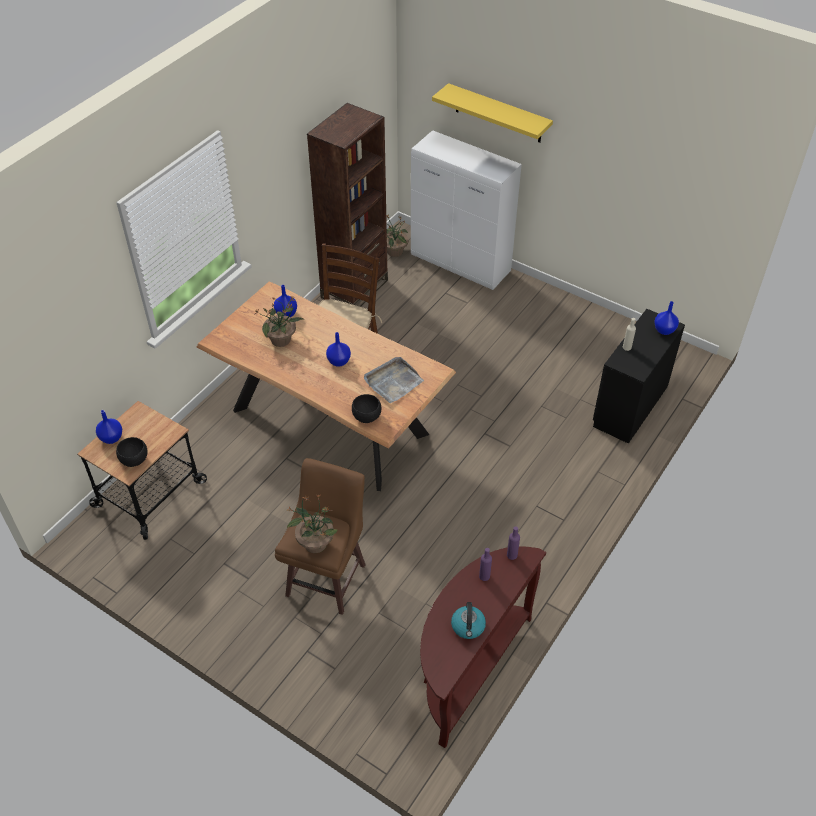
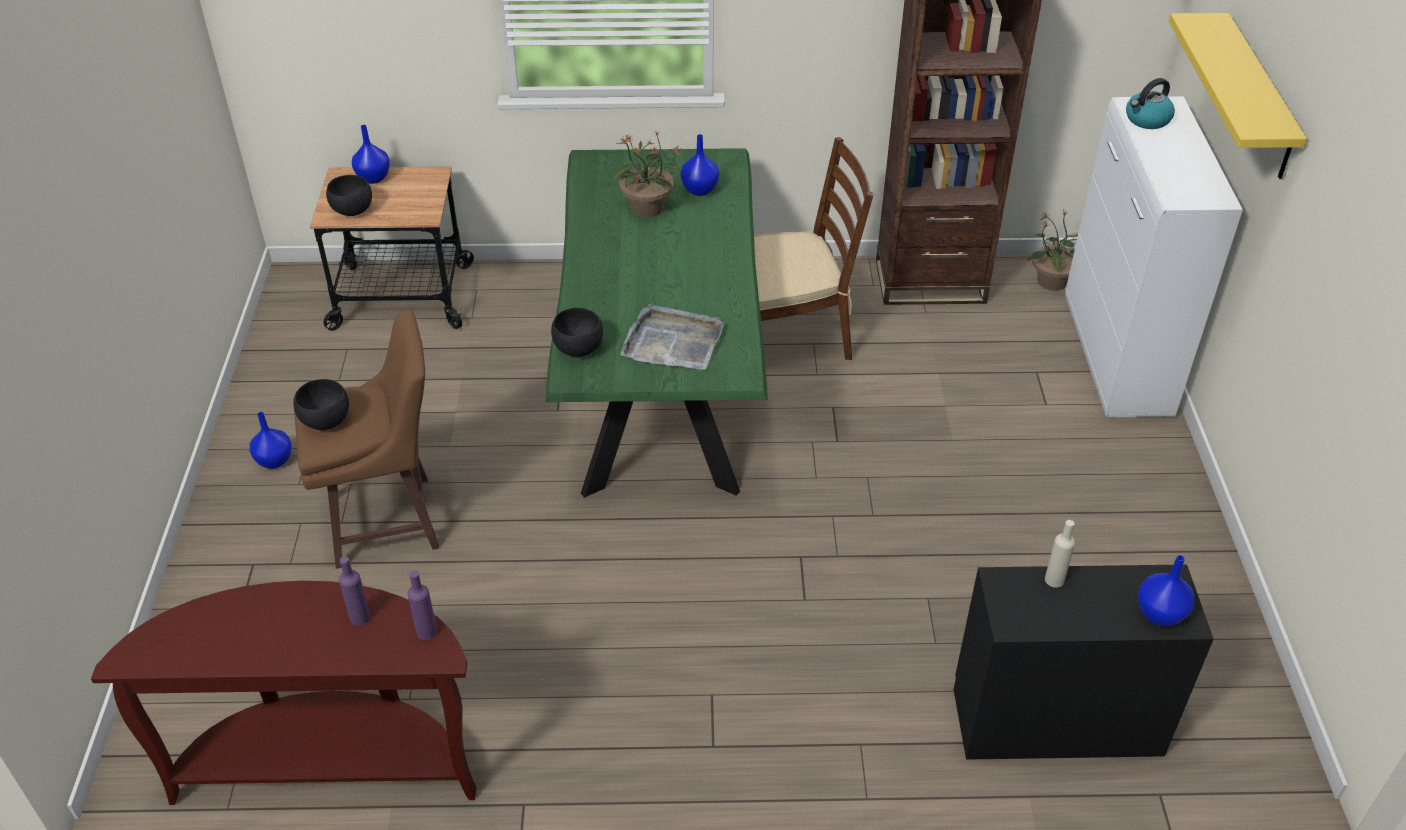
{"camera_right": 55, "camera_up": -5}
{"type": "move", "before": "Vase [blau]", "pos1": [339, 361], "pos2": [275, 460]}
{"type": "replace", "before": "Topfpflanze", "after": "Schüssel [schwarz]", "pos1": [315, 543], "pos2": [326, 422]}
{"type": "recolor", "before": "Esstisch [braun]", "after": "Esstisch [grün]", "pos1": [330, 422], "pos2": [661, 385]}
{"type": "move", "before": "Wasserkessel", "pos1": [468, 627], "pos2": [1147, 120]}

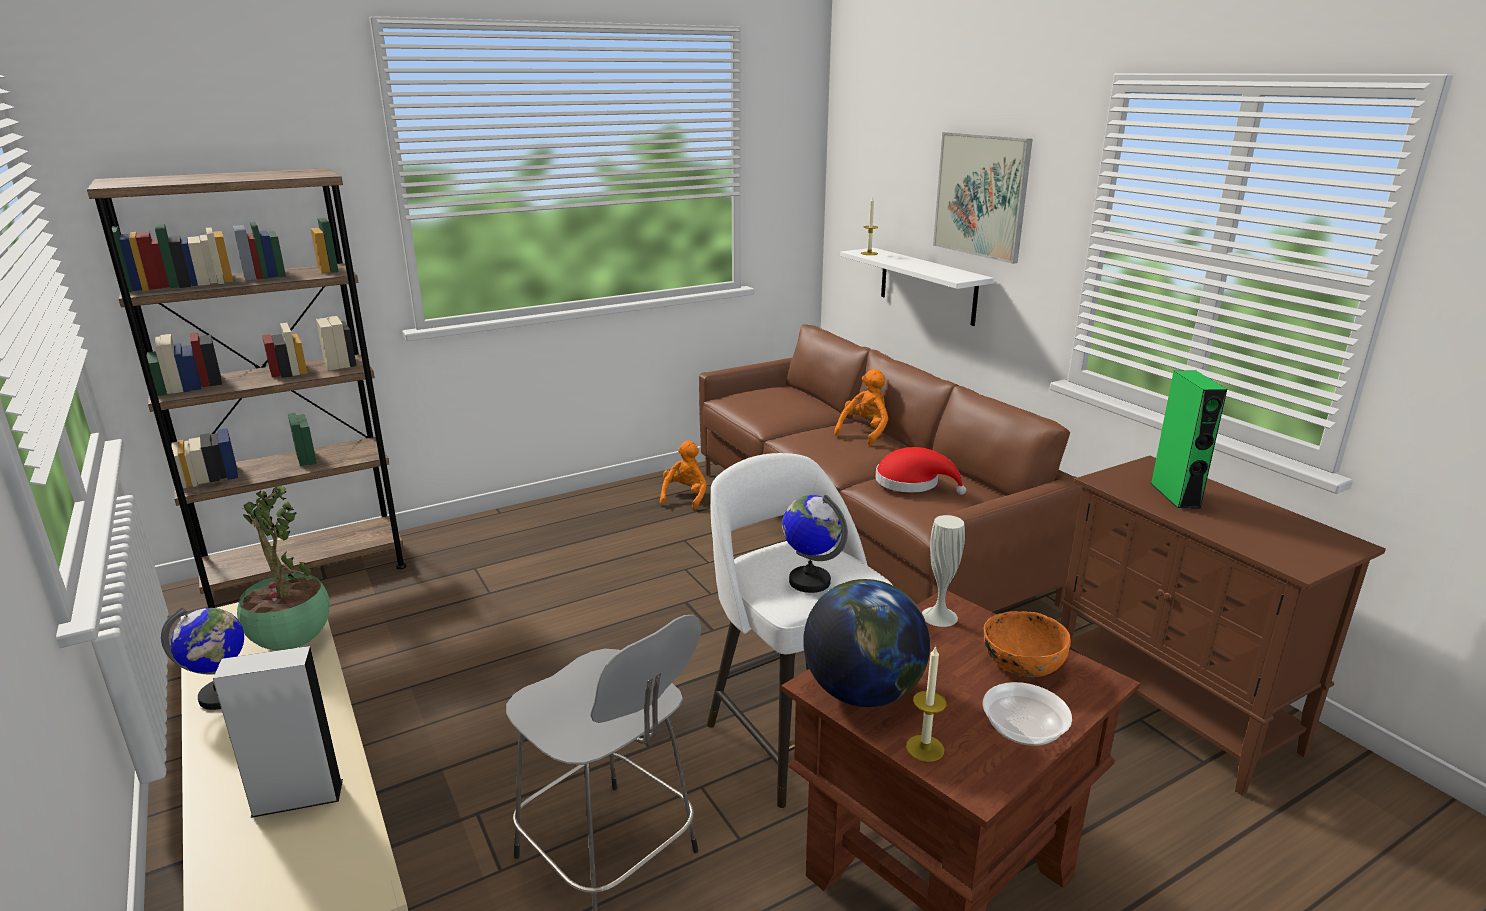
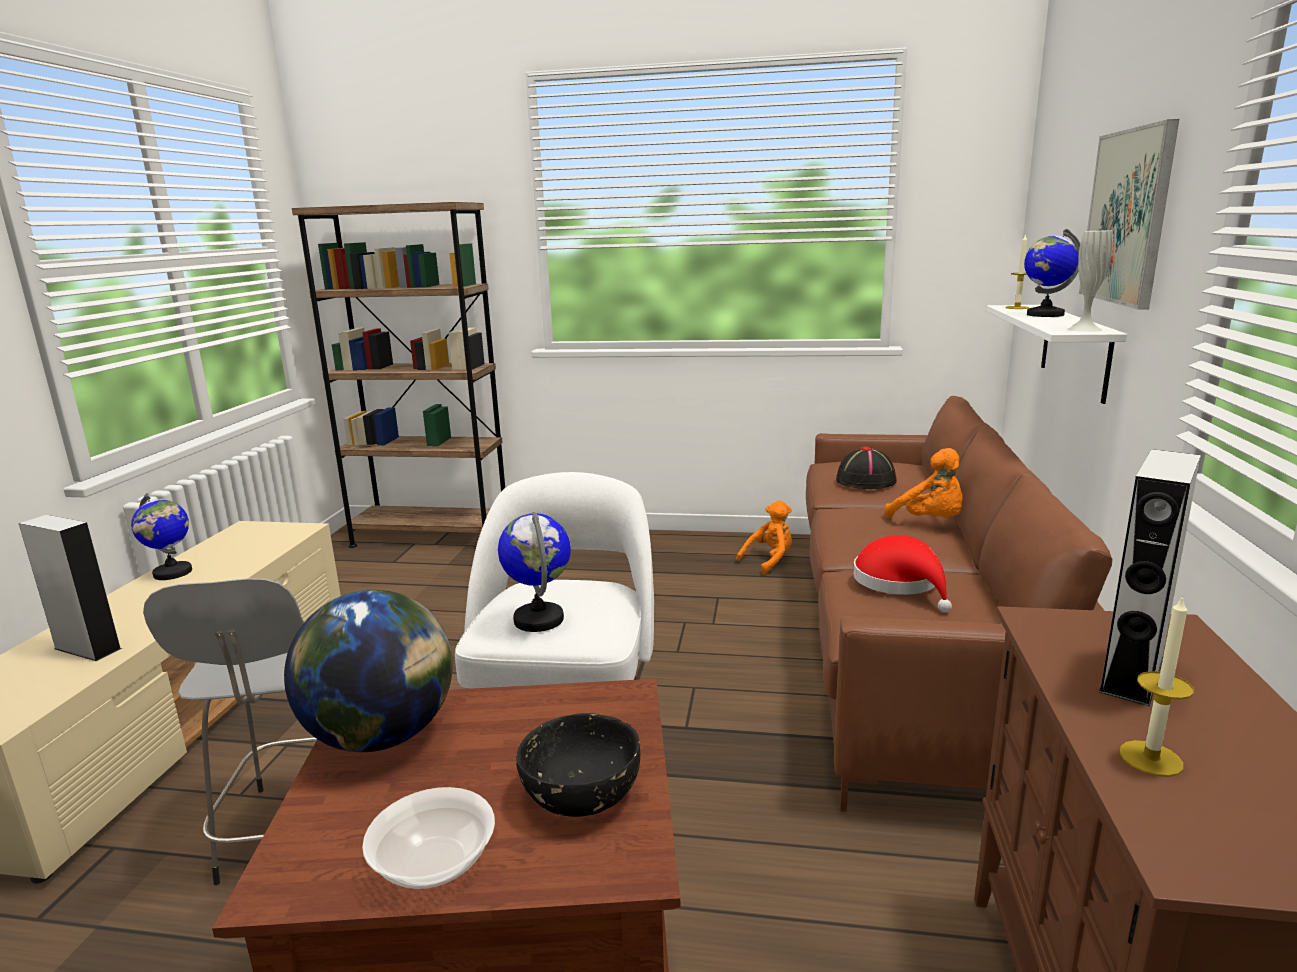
{"camera_right": 40, "camera_up": -5}
{"type": "recolor", "before": "Schüssel [orange]", "after": "Schüssel [schwarz]", "pos1": [1021, 663], "pos2": [581, 791]}
{"type": "insert", "after": "Hut [schwarz]", "pos2": [866, 481]}
{"type": "rotate", "before": "Plüschtier [orange]", "pos1": [865, 432], "pos2": [931, 522], "turn": 75}
{"type": "insert", "after": "Globus", "pos2": [1044, 314]}
{"type": "move", "before": "Vase [weiß]", "pos1": [939, 616], "pos2": [1084, 329]}
{"type": "recolor", "before": "Lautsprecher [grün]", "after": "Lautsprecher [grau]", "pos1": [1175, 495], "pos2": [1132, 674]}
{"type": "move", "before": "Kerze", "pos1": [925, 748], "pos2": [1150, 758]}
{"type": "delete", "before": "Topfpflanze", "pos1": [291, 642]}

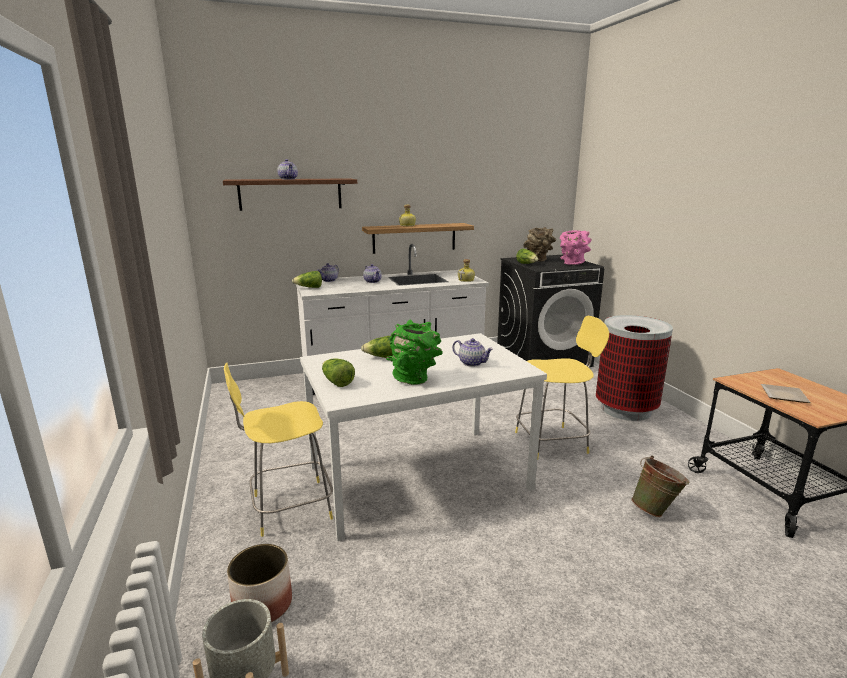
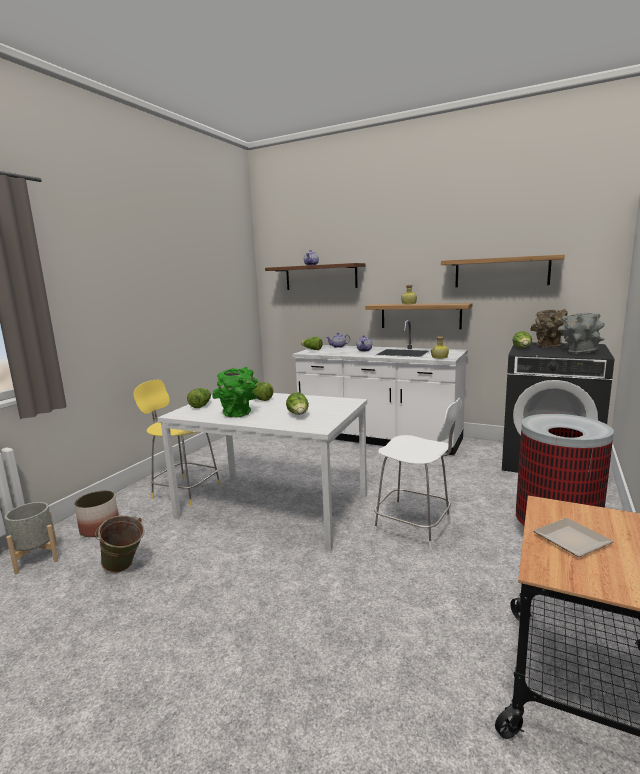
{"camera_right": 45, "camera_up": -5}
{"type": "move", "before": "Eimer [grün]", "pos1": [656, 510], "pos2": [124, 569]}
{"type": "replace", "before": "Teekanne", "after": "Salatkopf", "pos1": [472, 363], "pos2": [298, 415]}
{"type": "recolor", "before": "Hocker [gelb]", "after": "Hocker [weiß]", "pos1": [553, 442], "pos2": [415, 527]}
{"type": "insert", "after": "Wandregal", "pos2": [501, 272]}
{"type": "recolor", "before": "Vase [rosa]", "after": "Vase [grau]", "pos1": [572, 264], "pos2": [579, 353]}

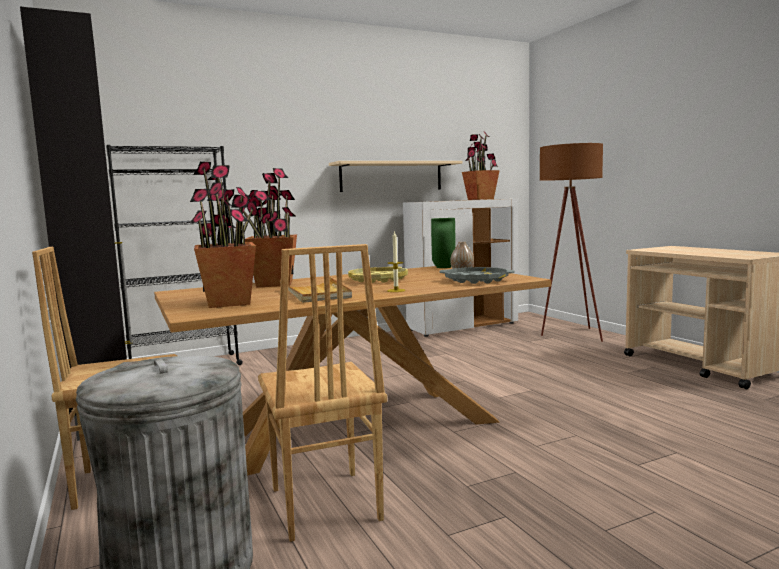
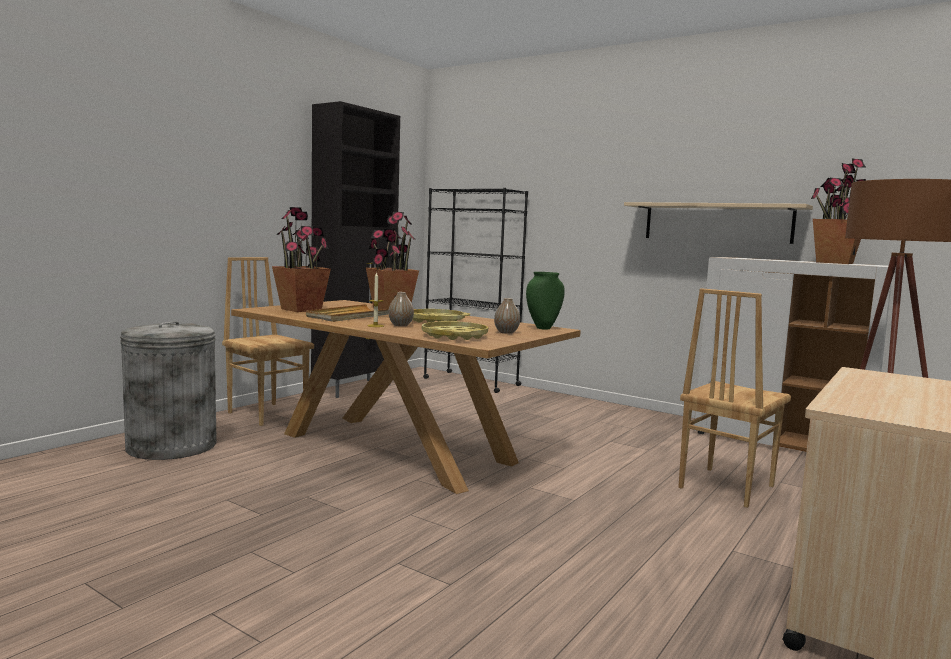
{"camera_right": 60, "camera_up": 0}
{"type": "insert", "after": "Vase", "pos2": [400, 325]}
{"type": "recolor", "before": "Tablett [grau]", "after": "Tablett [gelb]", "pos1": [476, 280], "pos2": [454, 336]}
{"type": "move", "before": "Stuhl [braun]", "pos1": [323, 505], "pos2": [724, 486]}

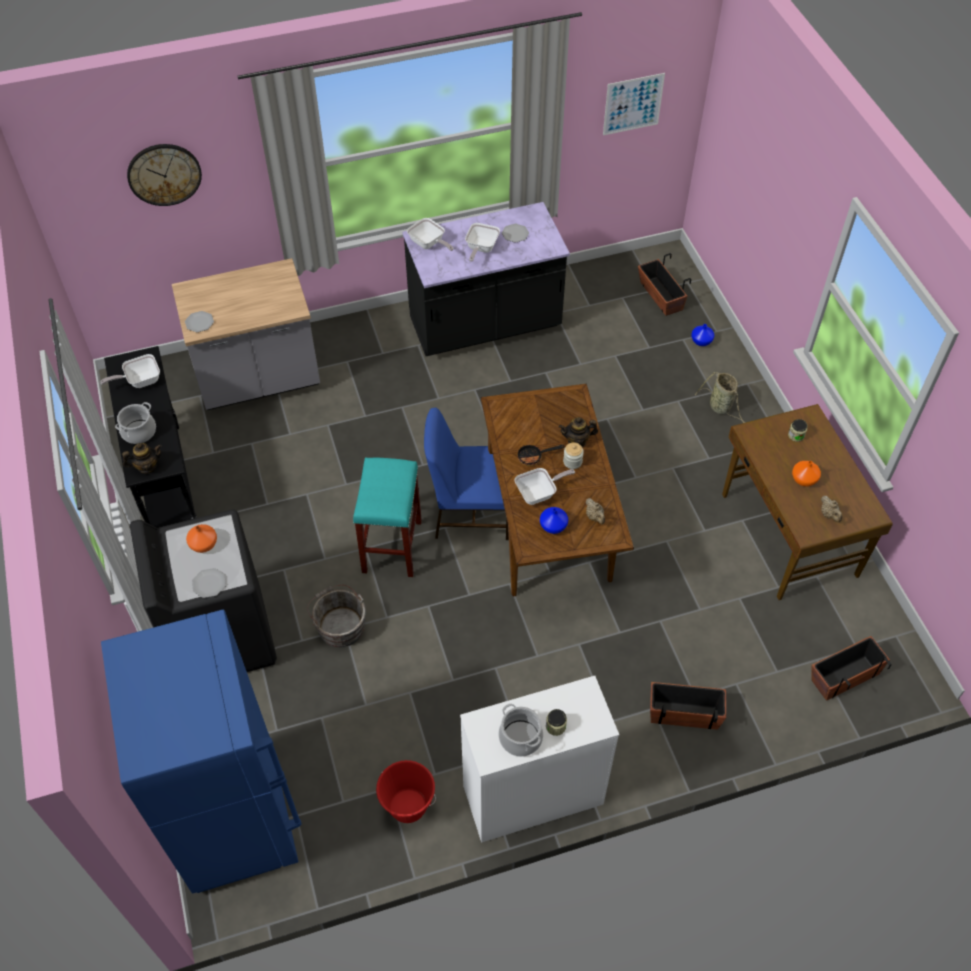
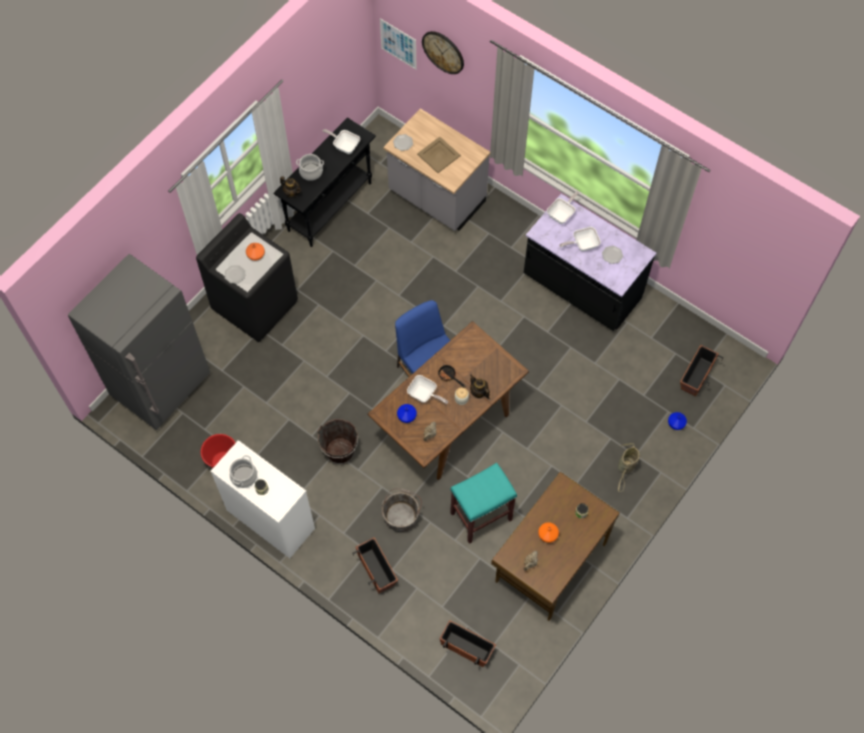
{"camera_right": 55, "camera_up": 10}
{"type": "recolor", "before": "Kühlschrank [blau]", "after": "Kühlschrank [grau]", "pos1": [236, 819], "pos2": [162, 386]}
{"type": "insert", "after": "Eimer [braun]", "pos2": [340, 451]}
{"type": "move", "before": "Bild", "pos1": [633, 104], "pos2": [398, 44]}
{"type": "move", "before": "Eimer [grau]", "pos1": [339, 624], "pos2": [401, 514]}
{"type": "insert", "after": "Tablett [beige]", "pos2": [438, 154]}
{"type": "move", "before": "Hocker [türkis]", "pos1": [391, 546], "pos2": [481, 515]}
{"type": "rotate", "before": "Pfanne", "pos1": [429, 244], "pos2": [562, 214], "turn": -150}

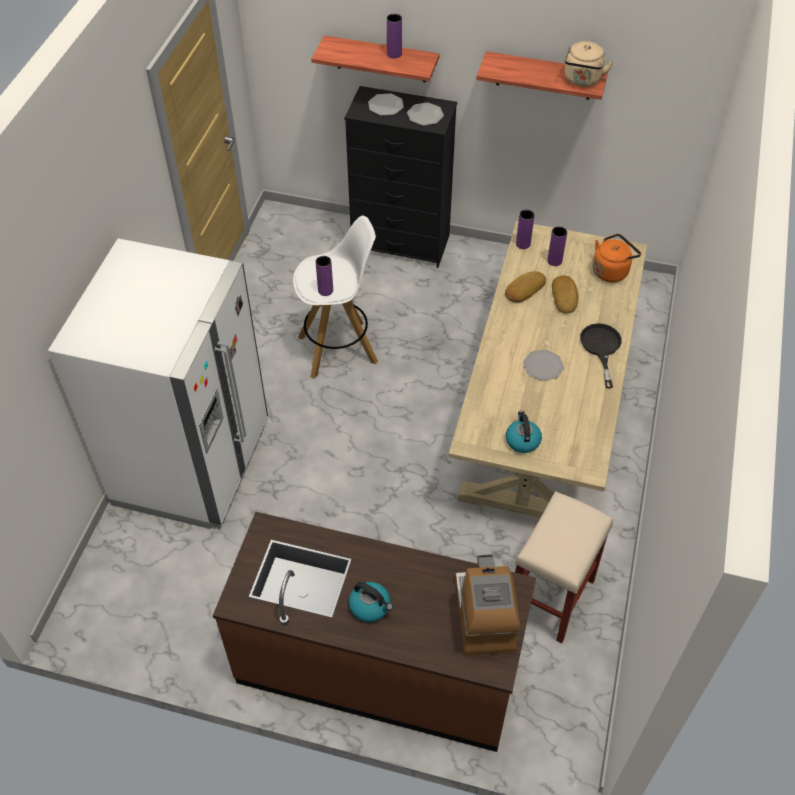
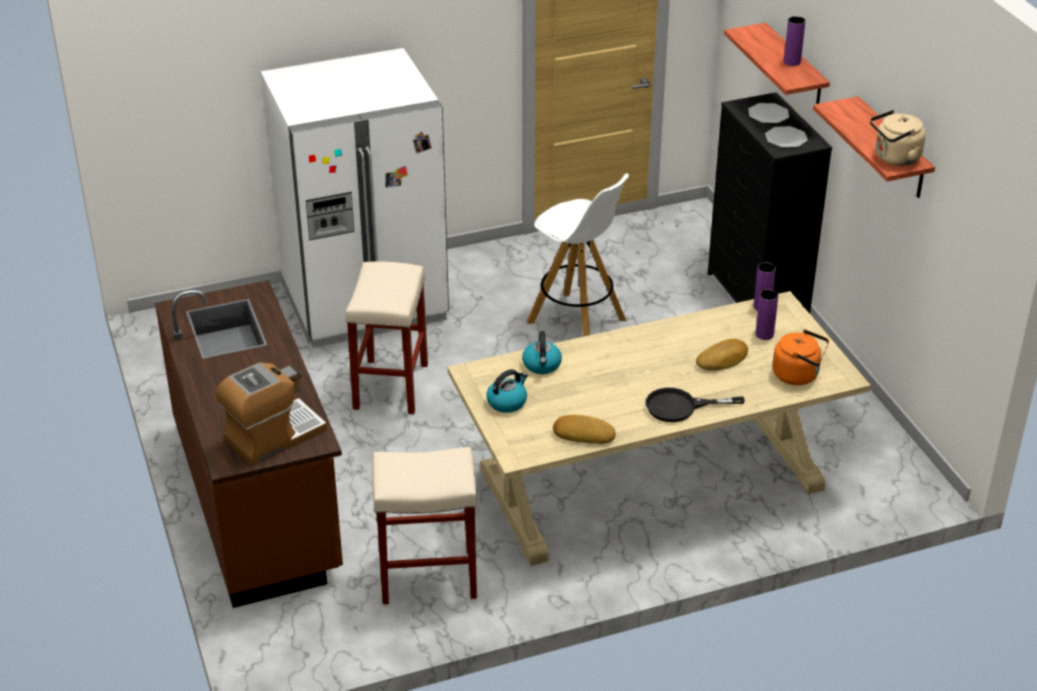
{"camera_right": 55, "camera_up": -15}
{"type": "insert", "after": "Hocker [beige]", "pos2": [390, 385]}
{"type": "move", "before": "Wasserkessel", "pos1": [370, 606], "pos2": [542, 365]}
{"type": "move", "before": "Brot", "pos1": [524, 289], "pos2": [583, 433]}
{"type": "rotate", "before": "Pfanne [schwarz]", "pos1": [601, 348], "pos2": [680, 407], "turn": -150}
{"type": "delete", "before": "Vase [lila]", "pos1": [325, 290]}
{"type": "delete", "before": "Teller", "pos1": [543, 366]}

